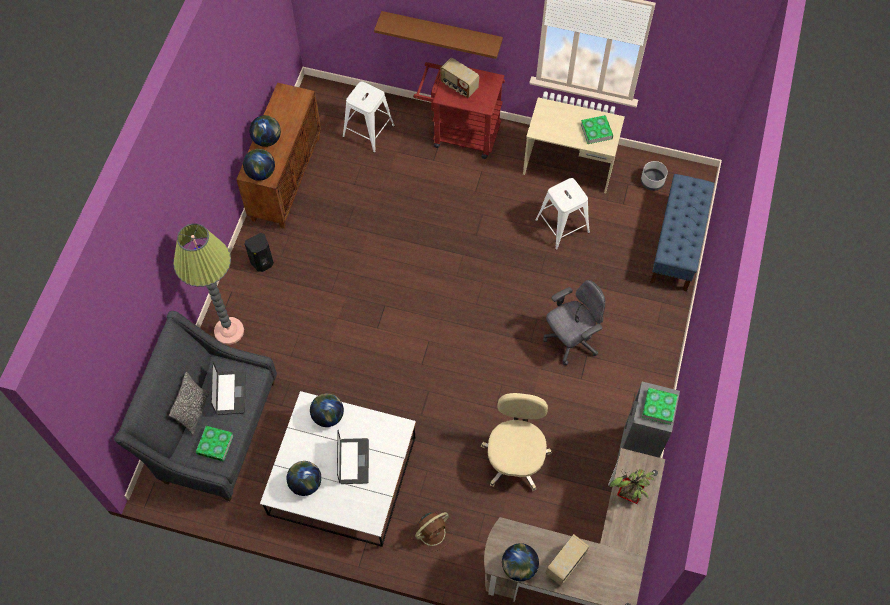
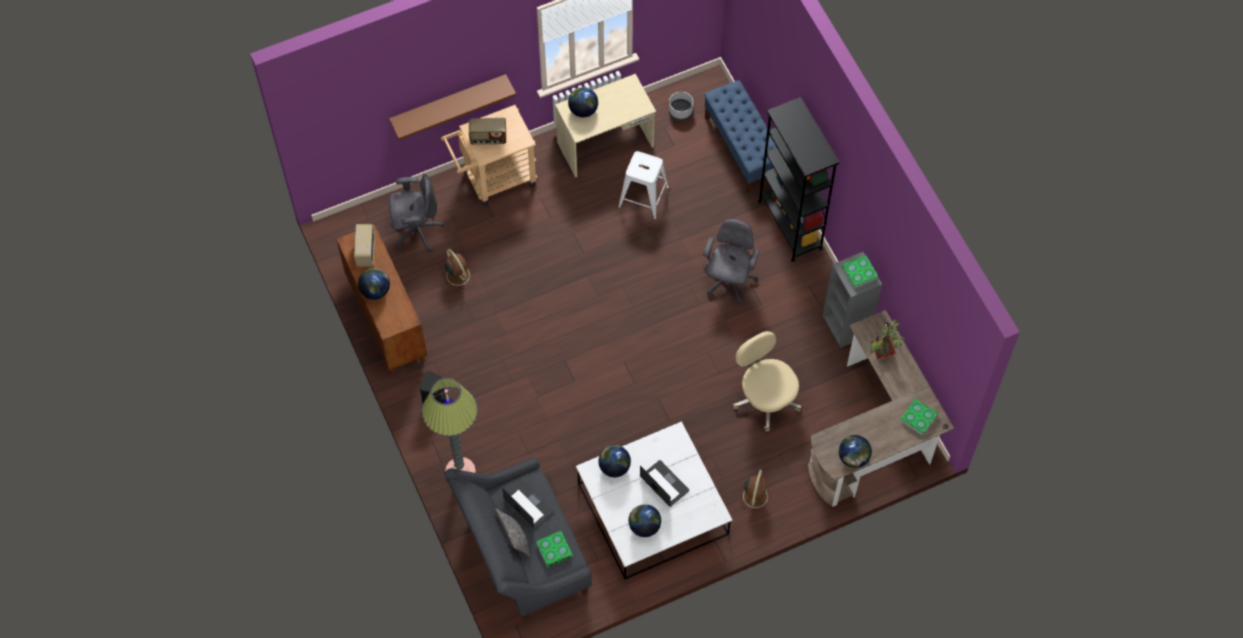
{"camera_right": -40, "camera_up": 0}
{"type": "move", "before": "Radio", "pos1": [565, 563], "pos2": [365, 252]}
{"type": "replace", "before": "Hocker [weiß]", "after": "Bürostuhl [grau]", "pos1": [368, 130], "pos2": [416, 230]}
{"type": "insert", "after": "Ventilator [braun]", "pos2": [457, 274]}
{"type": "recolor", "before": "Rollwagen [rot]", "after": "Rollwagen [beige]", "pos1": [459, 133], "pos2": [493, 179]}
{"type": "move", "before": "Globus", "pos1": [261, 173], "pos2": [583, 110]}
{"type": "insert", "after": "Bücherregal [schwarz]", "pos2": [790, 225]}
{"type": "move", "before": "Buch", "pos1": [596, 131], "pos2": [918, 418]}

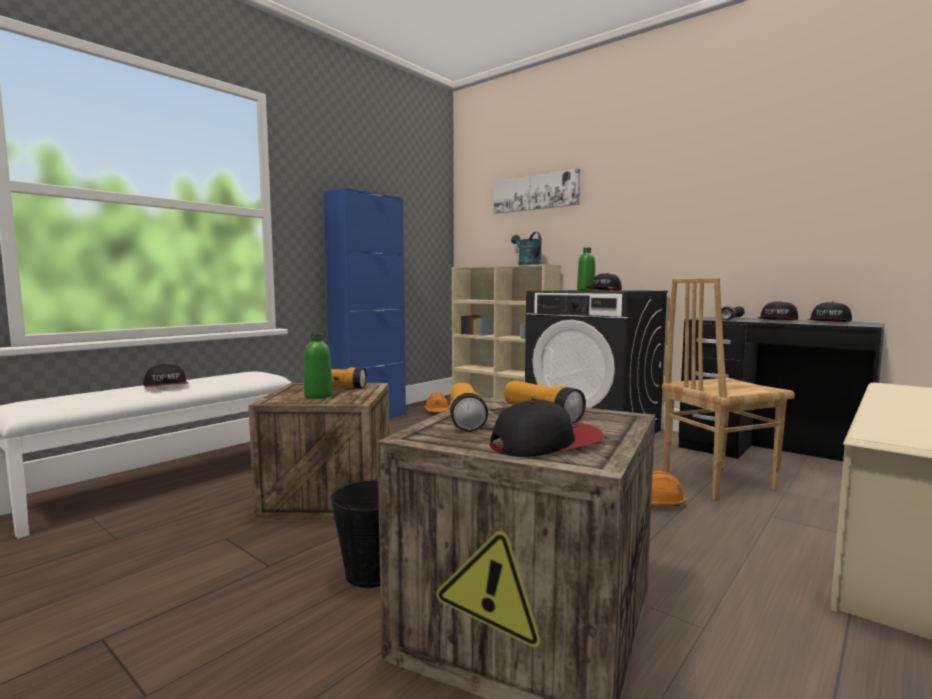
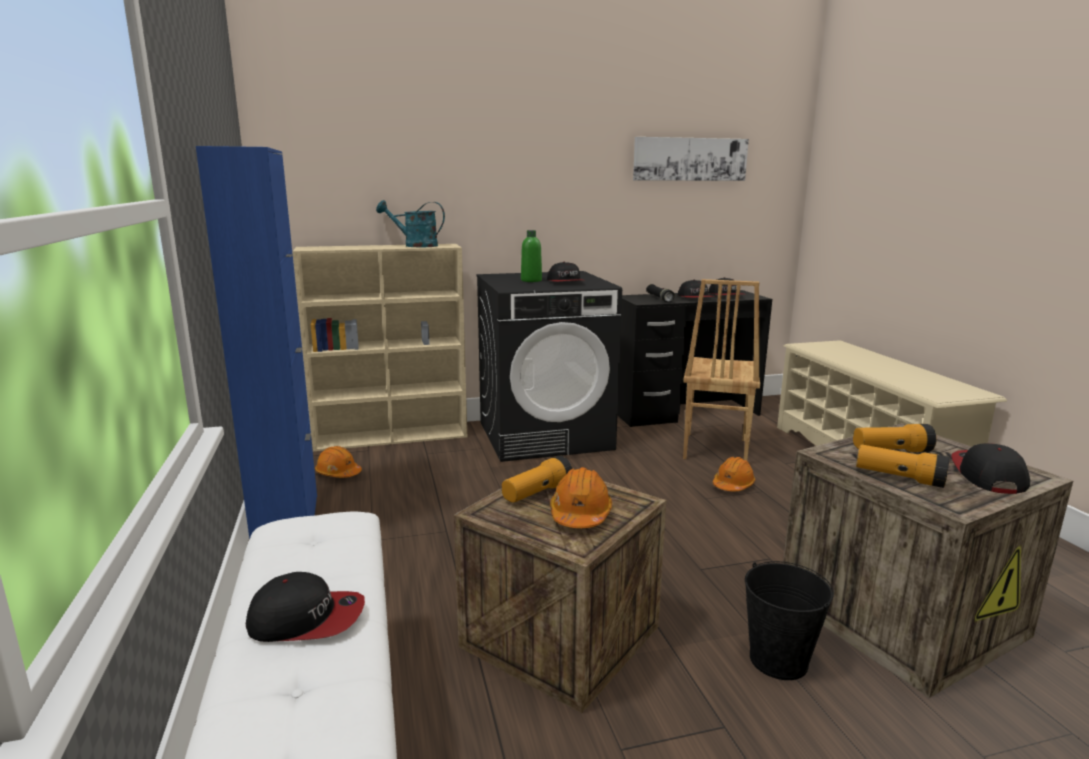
{"camera_right": -55, "camera_up": 10}
{"type": "replace", "before": "Flasche [grün]", "after": "Schutzhelm [orange]", "pos1": [318, 396], "pos2": [580, 514]}
{"type": "move", "before": "Bild", "pos1": [535, 192], "pos2": [690, 159]}

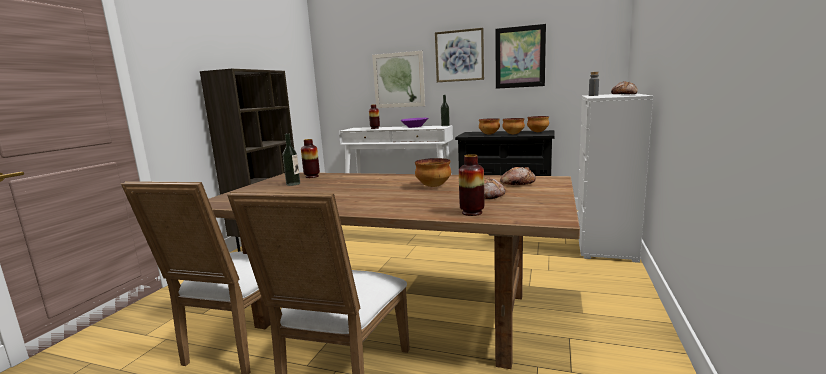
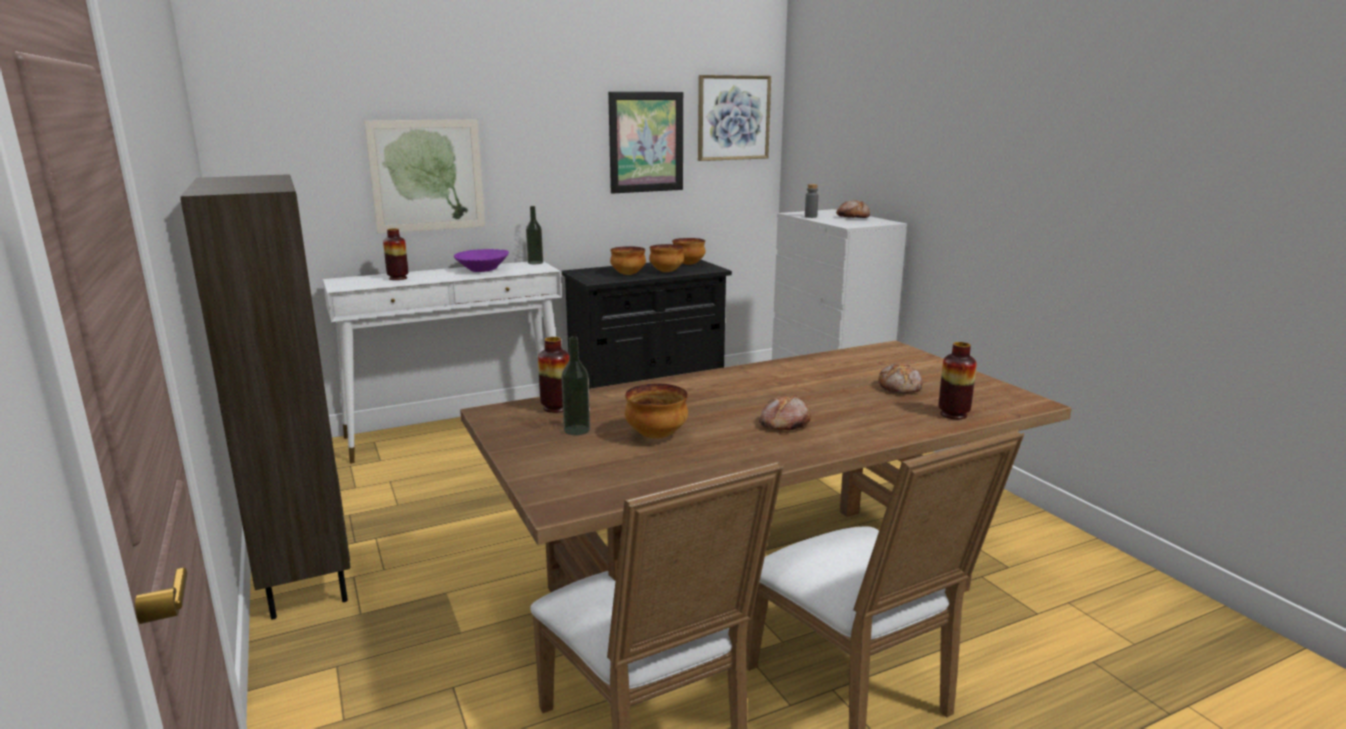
{"camera_right": -45, "camera_up": 5}
{"type": "move", "before": "Schüssel", "pos1": [433, 186], "pos2": [655, 436]}
{"type": "move", "before": "Bild", "pos1": [459, 56], "pos2": [733, 118]}
{"type": "move", "before": "Brot", "pos1": [517, 183], "pos2": [784, 423]}

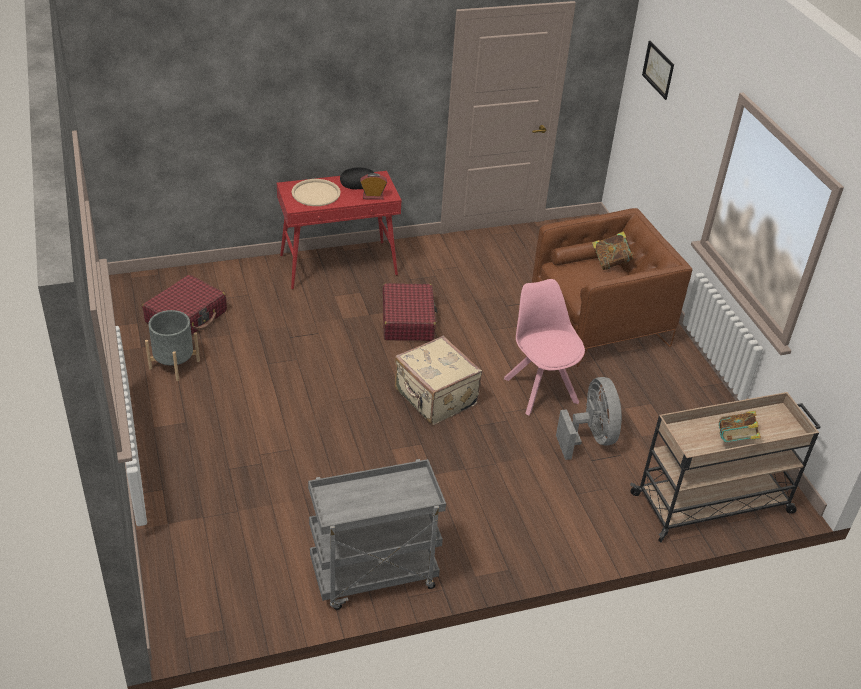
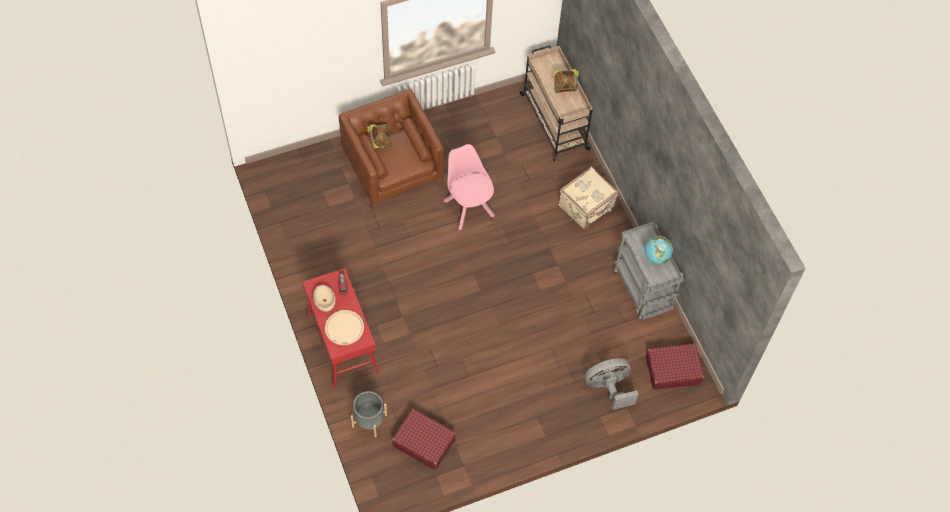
{"camera_right": -95, "camera_up": 20}
{"type": "recolor", "before": "Schüssel [schwarz]", "after": "Schüssel [beige]", "pos1": [357, 183], "pos2": [325, 300]}
{"type": "move", "before": "Pflanzkübel [grau]", "pos1": [174, 364], "pos2": [369, 421]}
{"type": "rotate", "before": "Stuhl [rosa]", "pos1": [540, 389], "pos2": [468, 207], "turn": 90}
{"type": "move", "before": "Koffer [beige]", "pos1": [435, 398], "pos2": [587, 207]}
{"type": "move", "before": "Ventilator [grau]", "pos1": [590, 438], "pos2": [608, 388]}
{"type": "insert", "after": "Globus", "pos2": [656, 257]}
{"type": "move", "before": "Koffer [rot]", "pos1": [408, 320], "pos2": [672, 370]}
{"type": "delete", "before": "Bild", "pos1": [658, 69]}

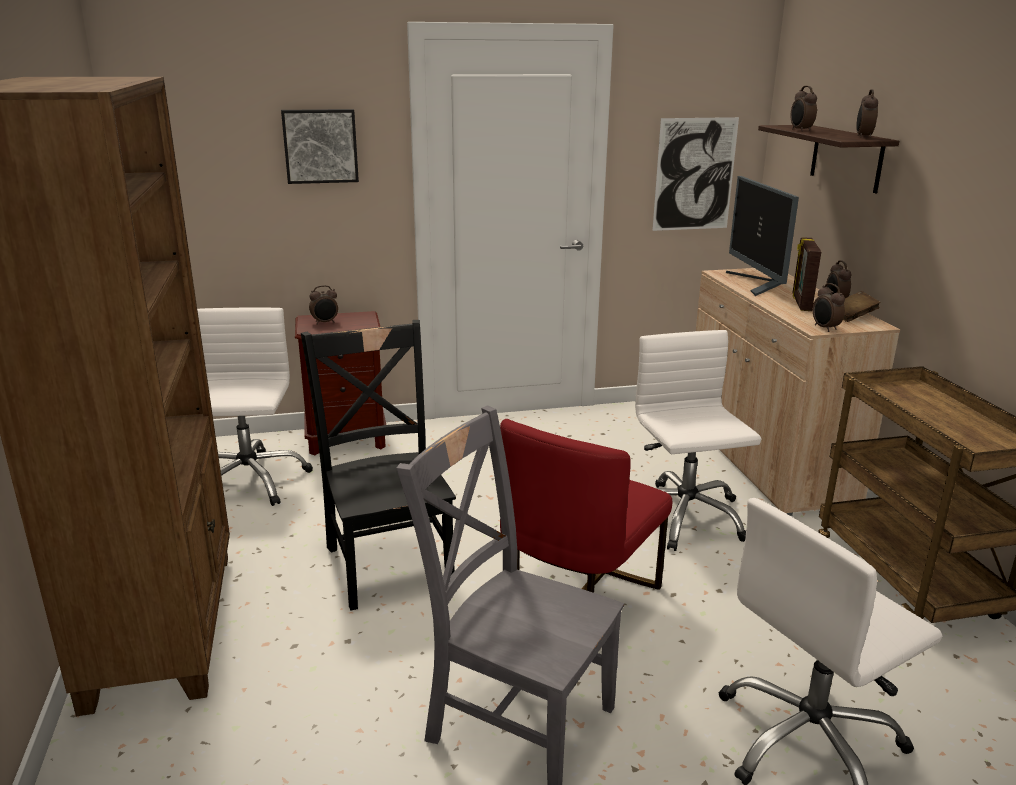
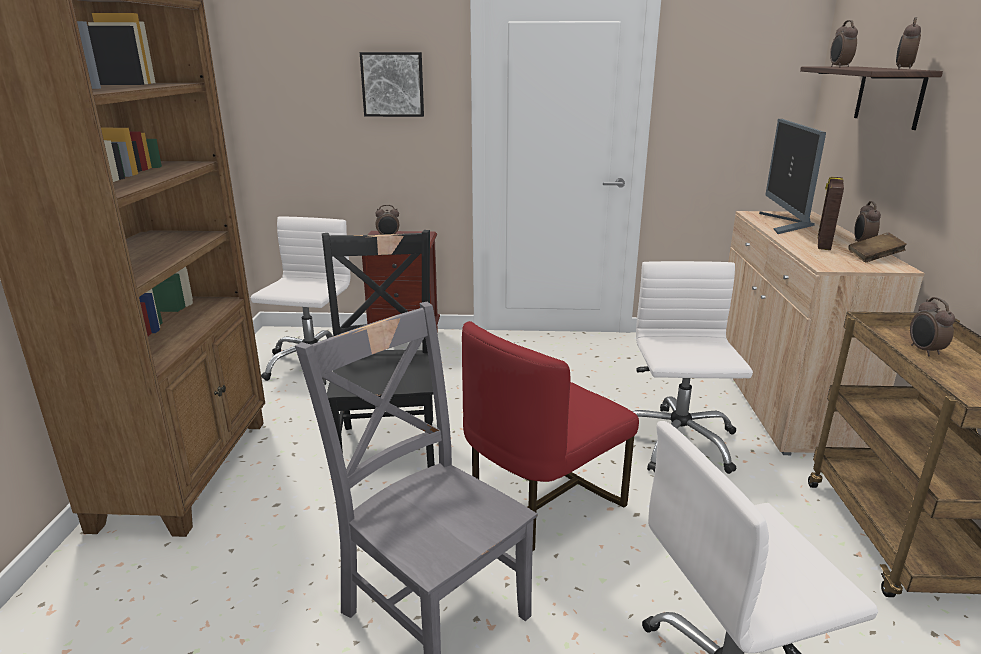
{"camera_right": 15, "camera_up": 0}
{"type": "move", "before": "Wecker", "pos1": [825, 328], "pos2": [924, 351]}
{"type": "delete", "before": "Bild", "pos1": [694, 174]}

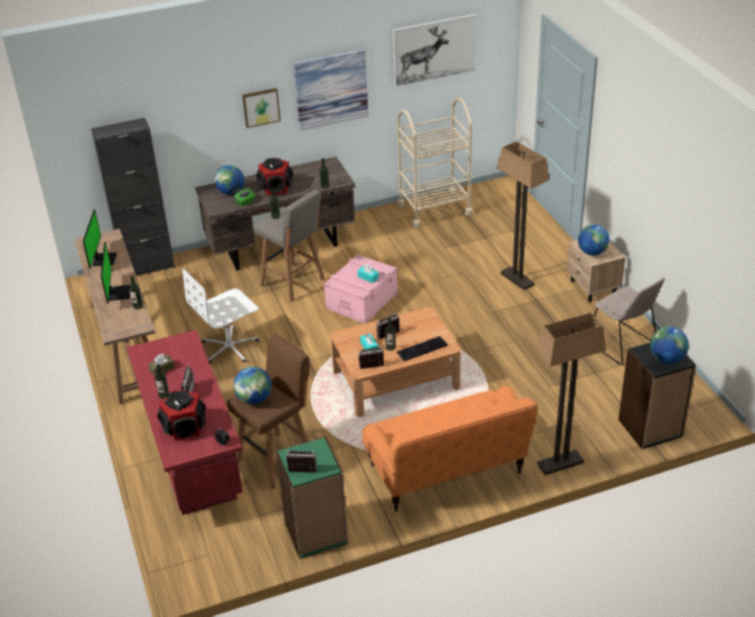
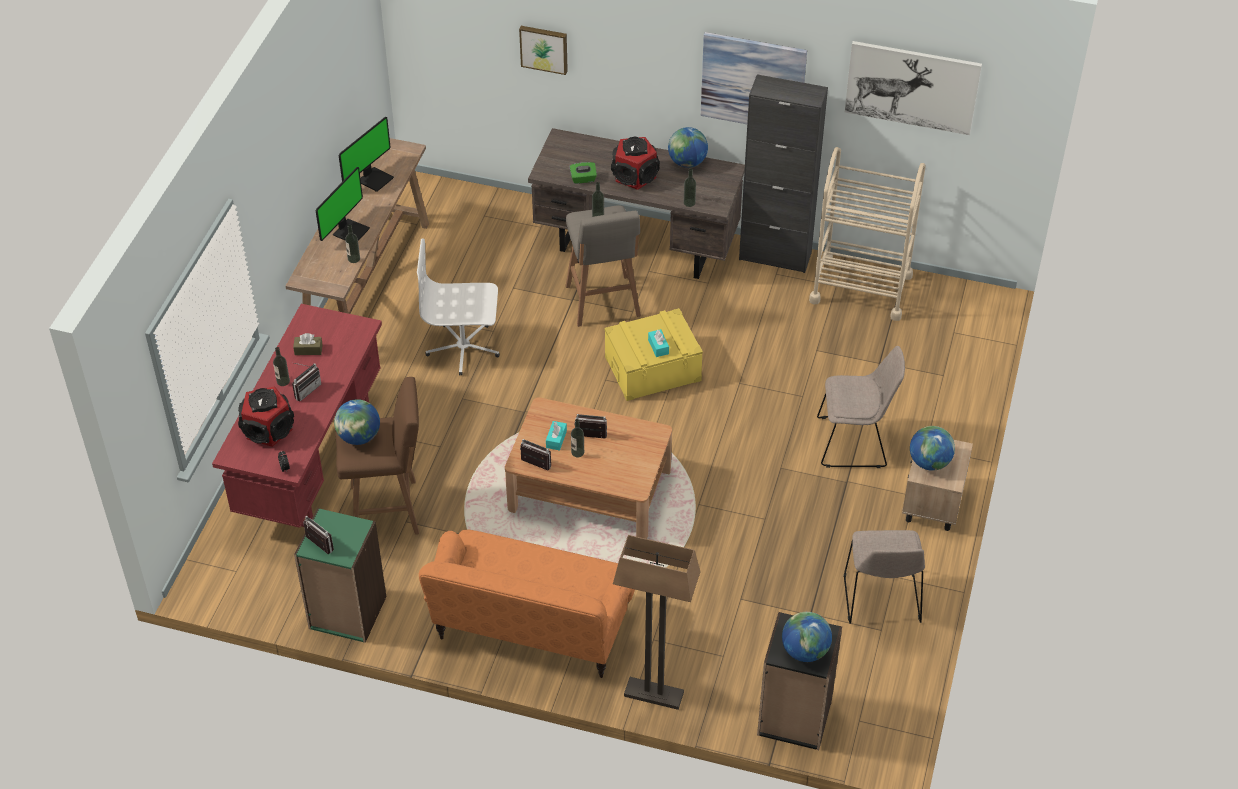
{"camera_right": 35, "camera_up": 10}
{"type": "move", "before": "Bild", "pos1": [261, 107], "pos2": [544, 48]}
{"type": "recolor", "before": "Aufbewahrungsbox [rosa]", "after": "Aufbewahrungsbox [gelb]", "pos1": [362, 300], "pos2": [652, 368]}
{"type": "move", "before": "Globus", "pos1": [231, 192], "pos2": [687, 162]}
{"type": "move", "before": "Schrank [schwarz]", "pos1": [147, 267], "pos2": [775, 256]}
{"type": "replace", "before": "Stehlampe", "after": "Stuhl [beige]", "pos1": [517, 279], "pos2": [855, 442]}
{"type": "delete", "before": "Tastatur", "pos1": [421, 349]}

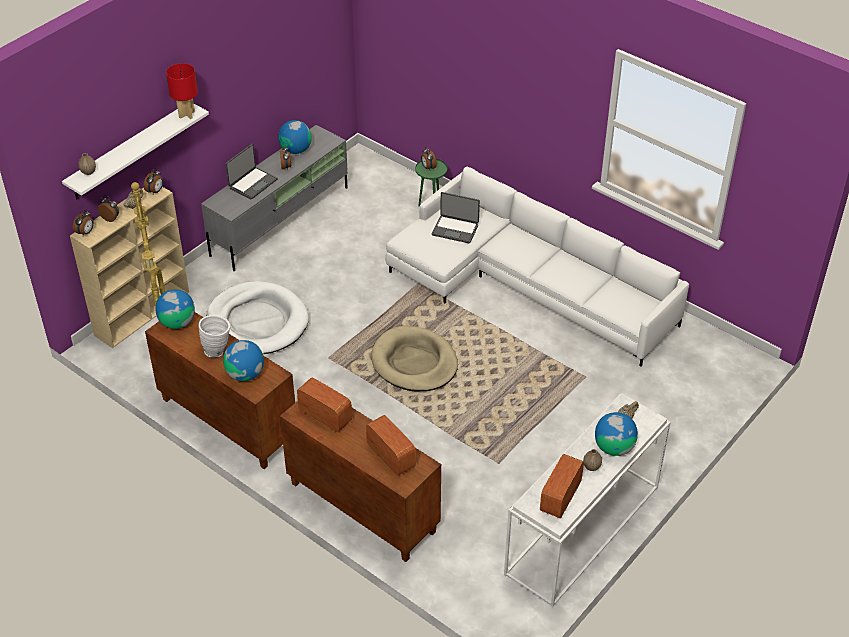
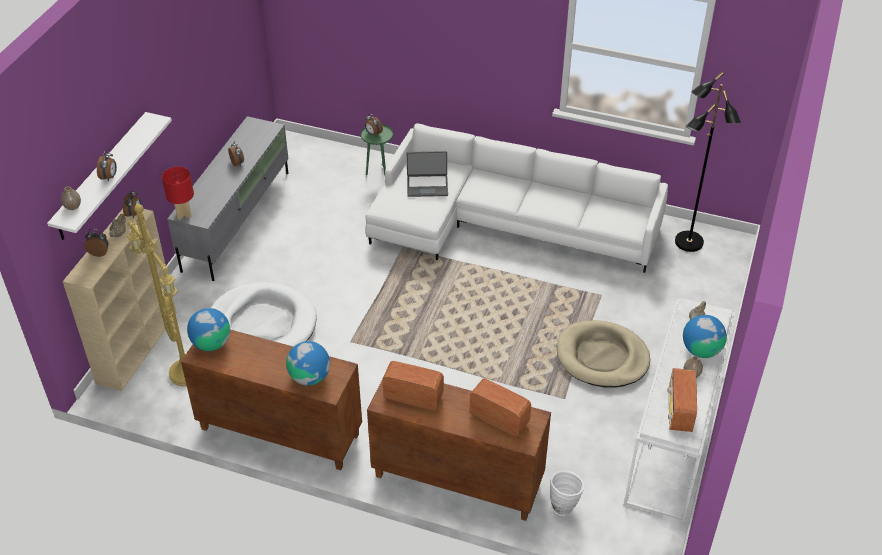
{"camera_right": -20, "camera_up": 0}
{"type": "move", "before": "Wecker", "pos1": [86, 232], "pos2": [109, 177]}
{"type": "move", "before": "Tischlampe [rot]", "pos1": [186, 114], "pos2": [183, 214]}
{"type": "move", "before": "Vase [weiß]", "pos1": [218, 350], "pos2": [564, 505]}
{"type": "move", "before": "Hundebett [beige]", "pos1": [414, 362], "pos2": [602, 357]}
{"type": "insert", "after": "Stehlampe [schwarz]", "pos2": [688, 242]}
{"type": "delete", "before": "Laptop", "pos1": [252, 183]}
{"type": "delete", "before": "Globus", "pos1": [296, 150]}

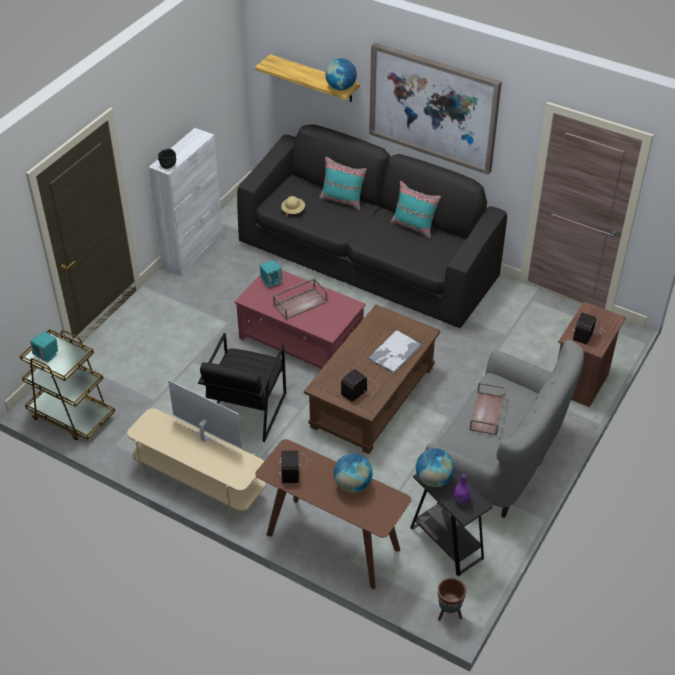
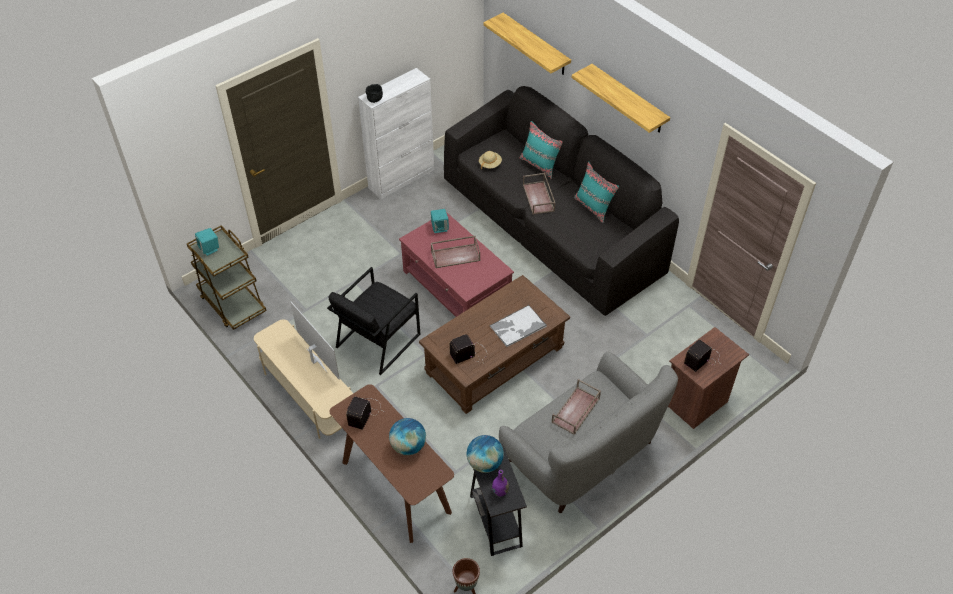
{"camera_right": 20, "camera_up": 5}
{"type": "insert", "after": "Tablett [braun]", "pos2": [539, 198]}
{"type": "replace", "before": "Bild", "after": "Wandregal", "pos1": [433, 107], "pos2": [628, 99]}
{"type": "delete", "before": "Globus", "pos1": [341, 87]}

